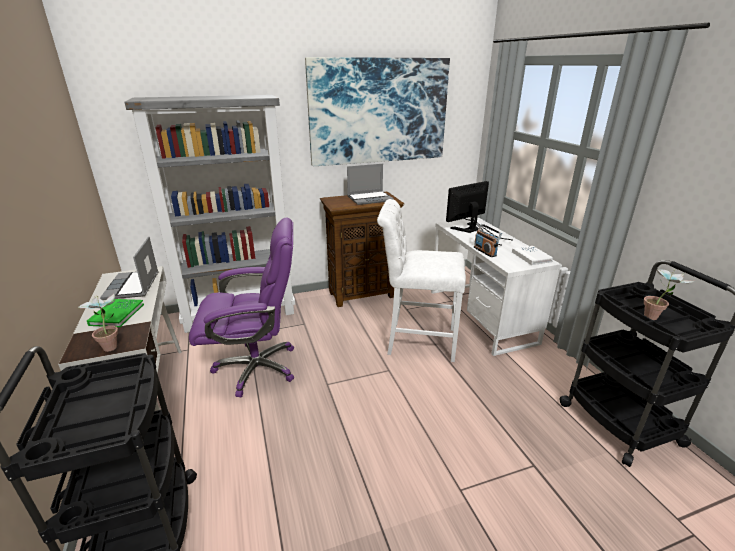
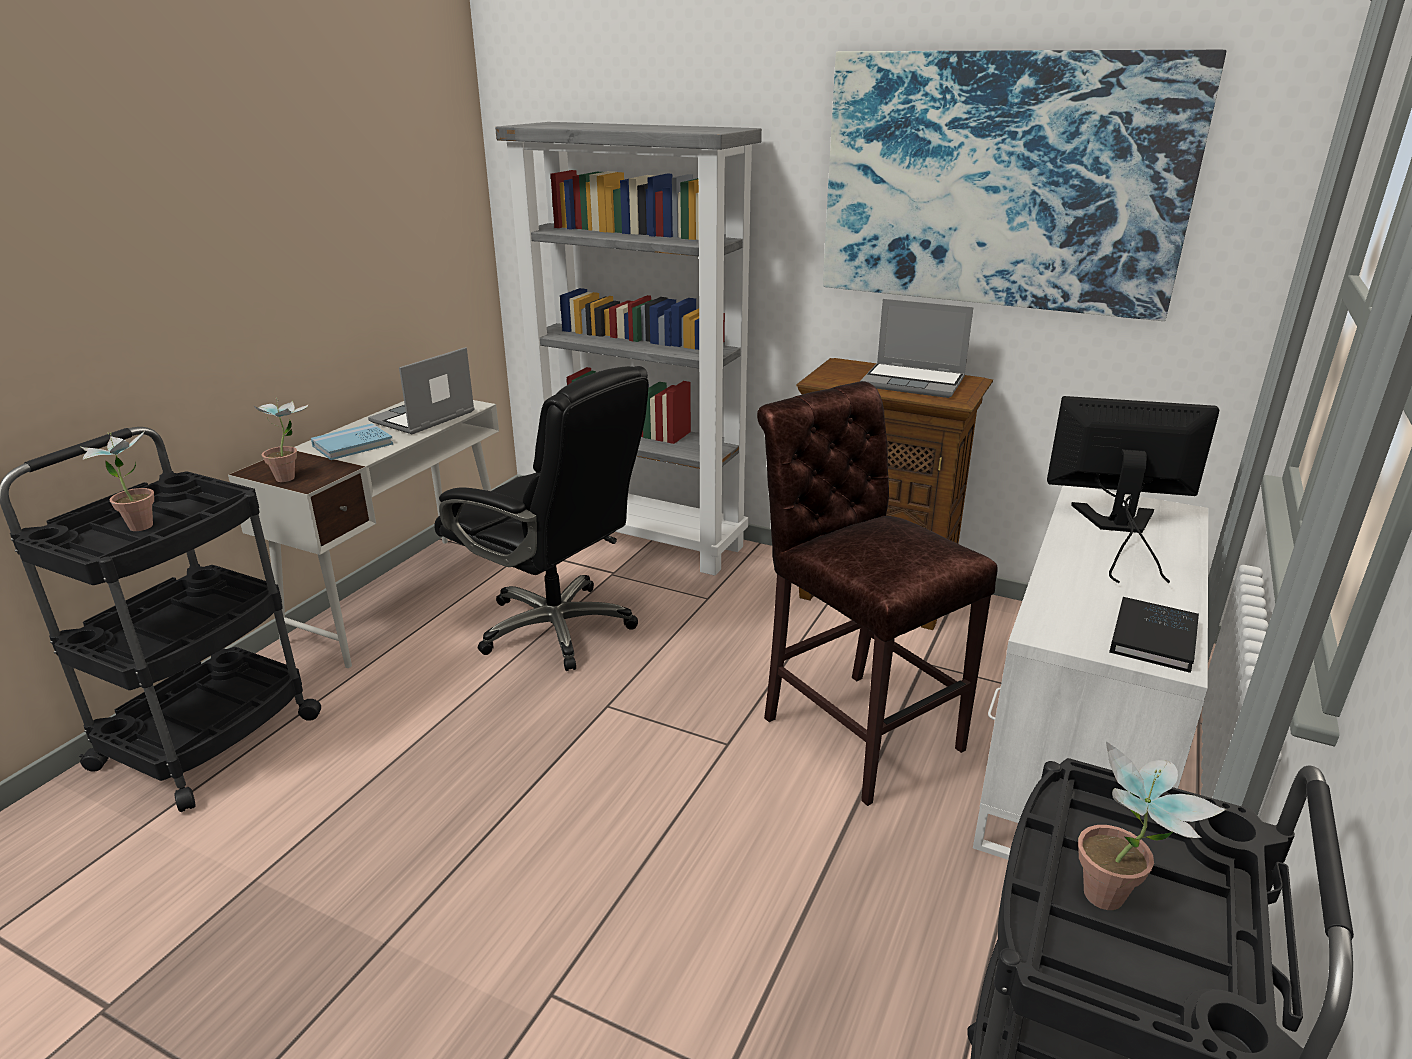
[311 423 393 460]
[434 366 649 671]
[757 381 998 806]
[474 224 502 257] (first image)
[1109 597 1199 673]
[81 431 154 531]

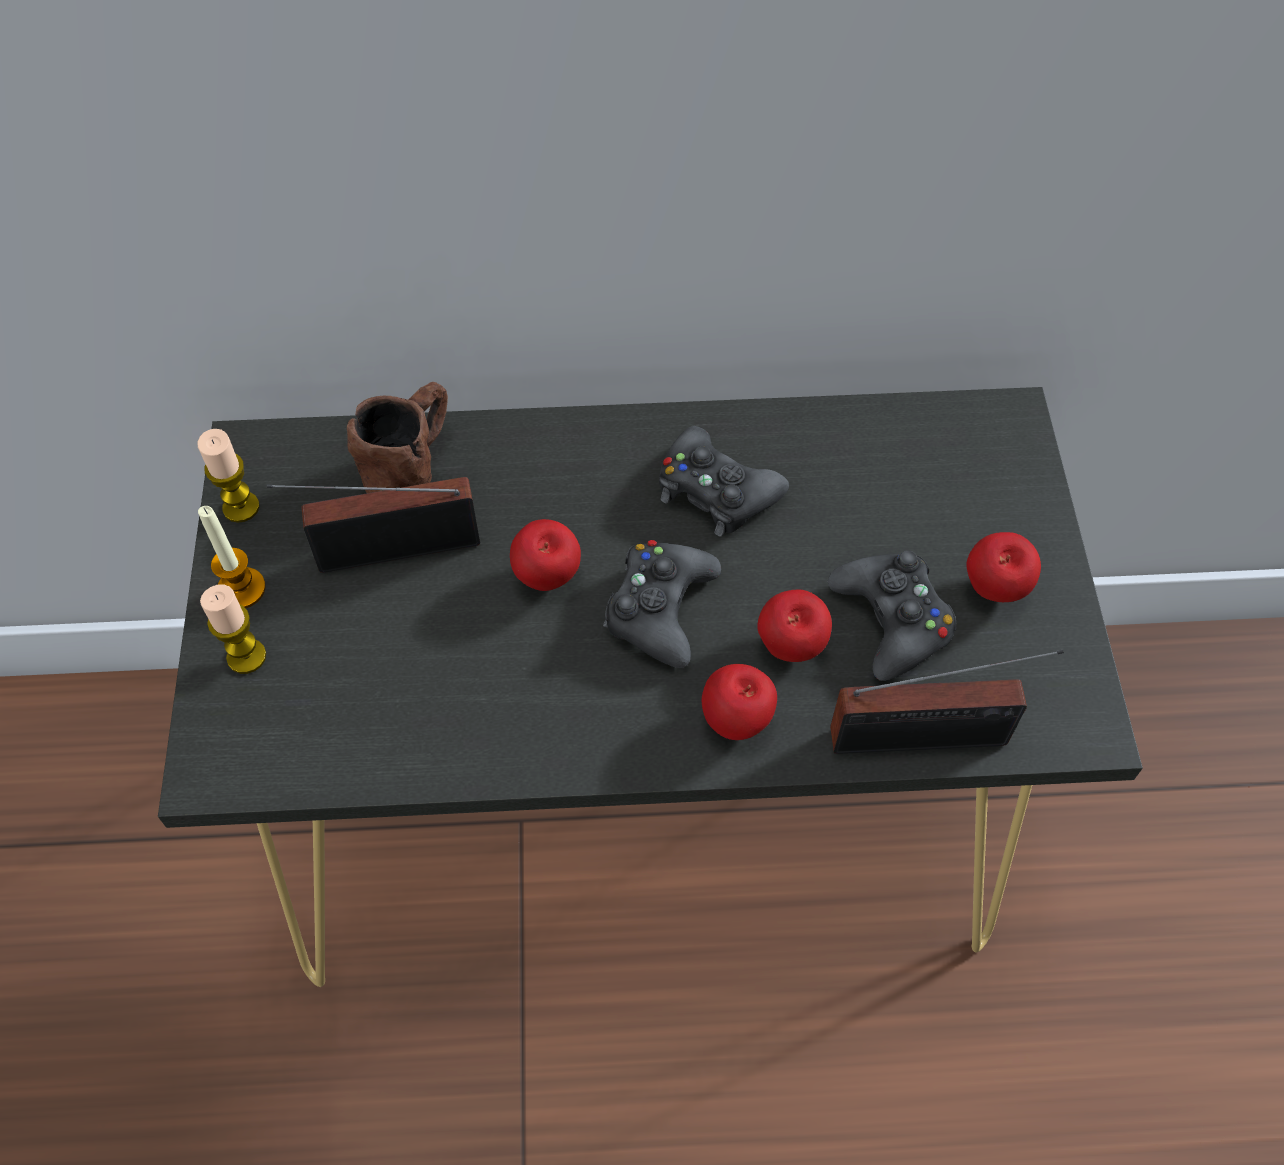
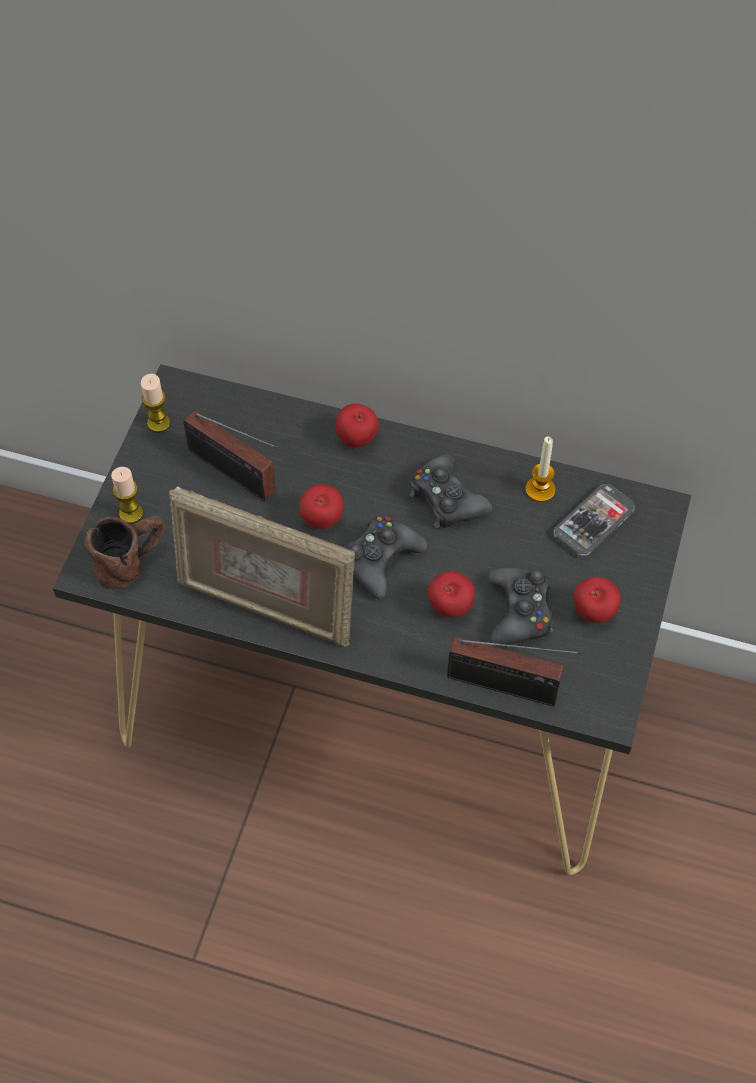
[525 436 556 502]
[183 410 278 501]
[84 516 165 589]
[335 404 379 447]
[169 486 355 647]
[553 484 635 557]

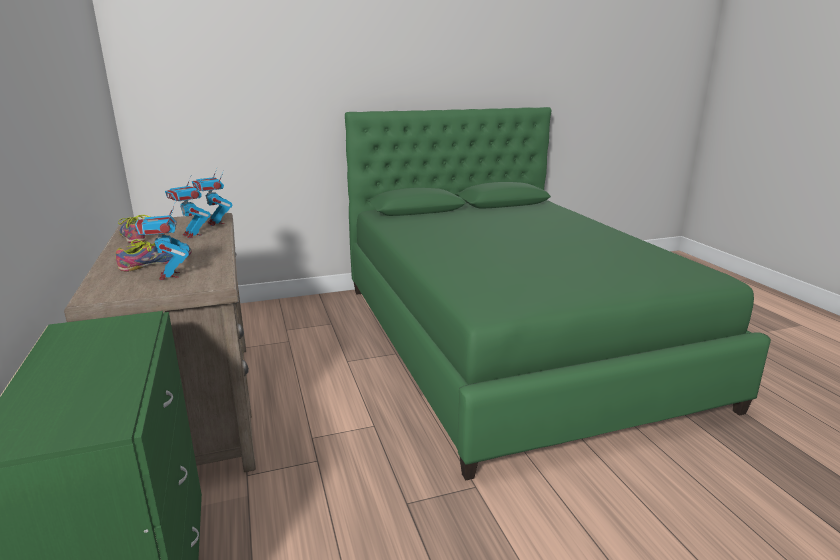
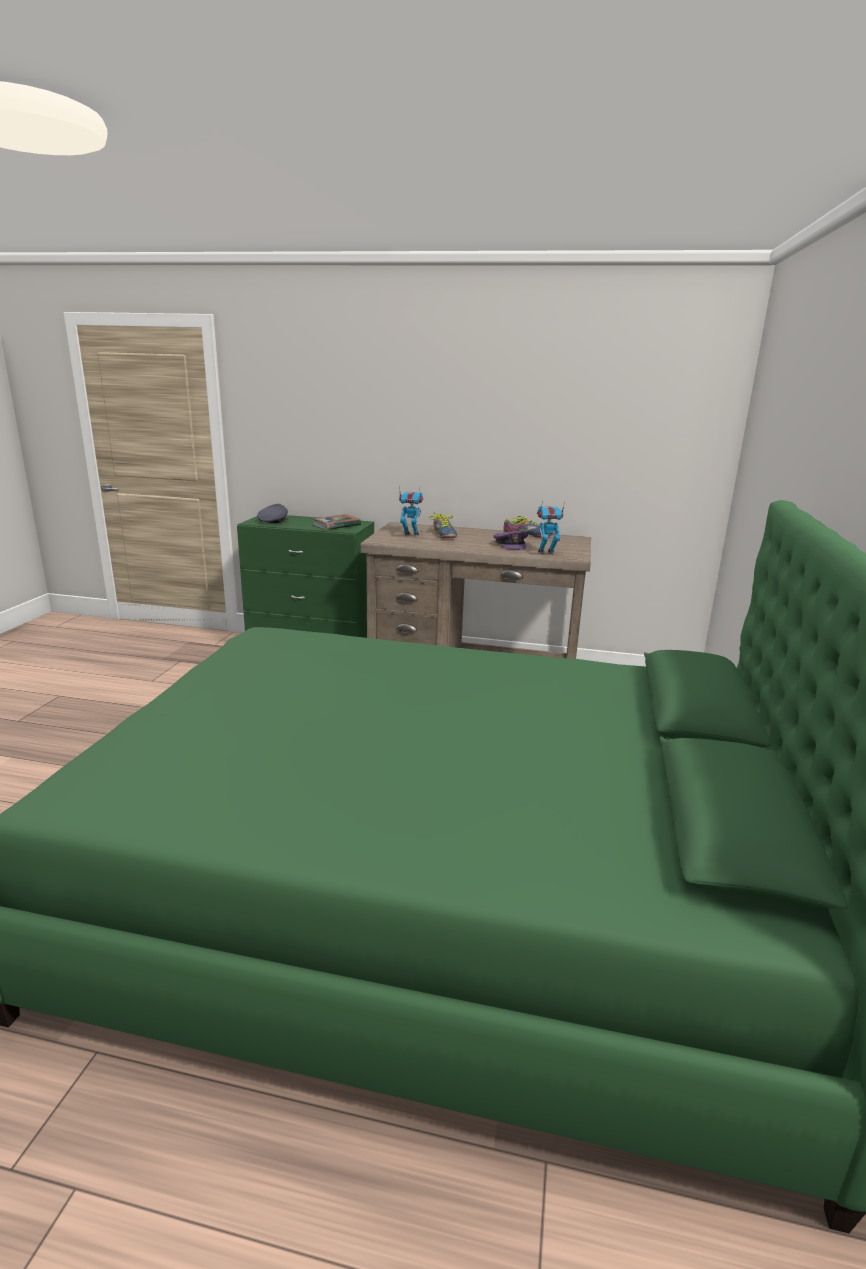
[493 531 528 549]
[257 504 288 523]
[313 514 361 530]

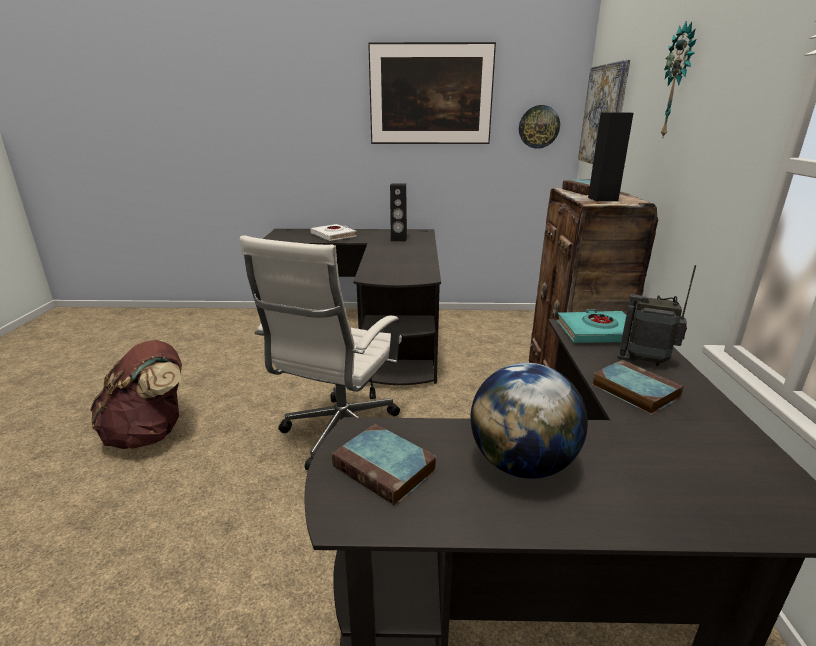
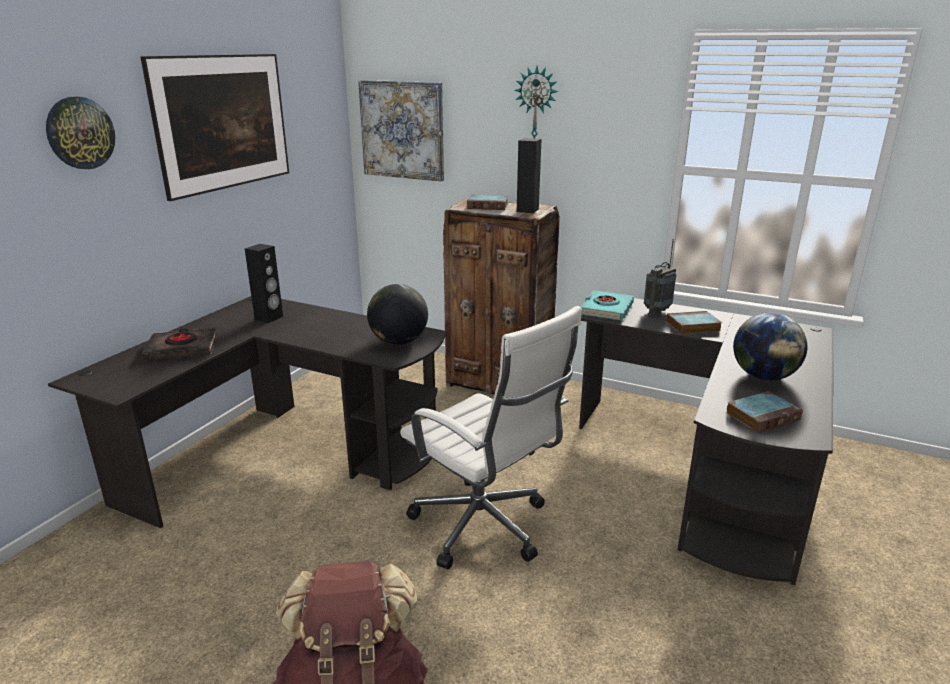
[142 328 217 360]
[46 97 115 169]
[367 284 428 345]

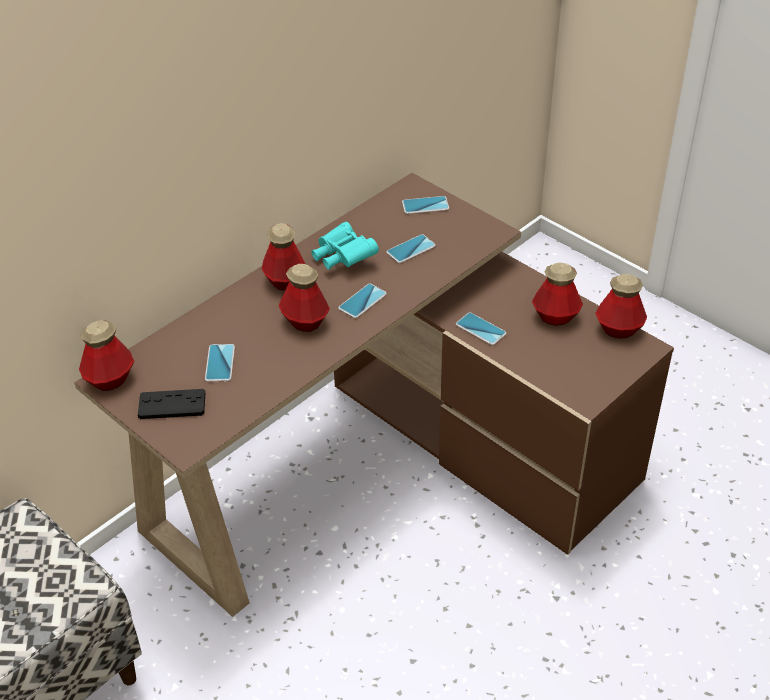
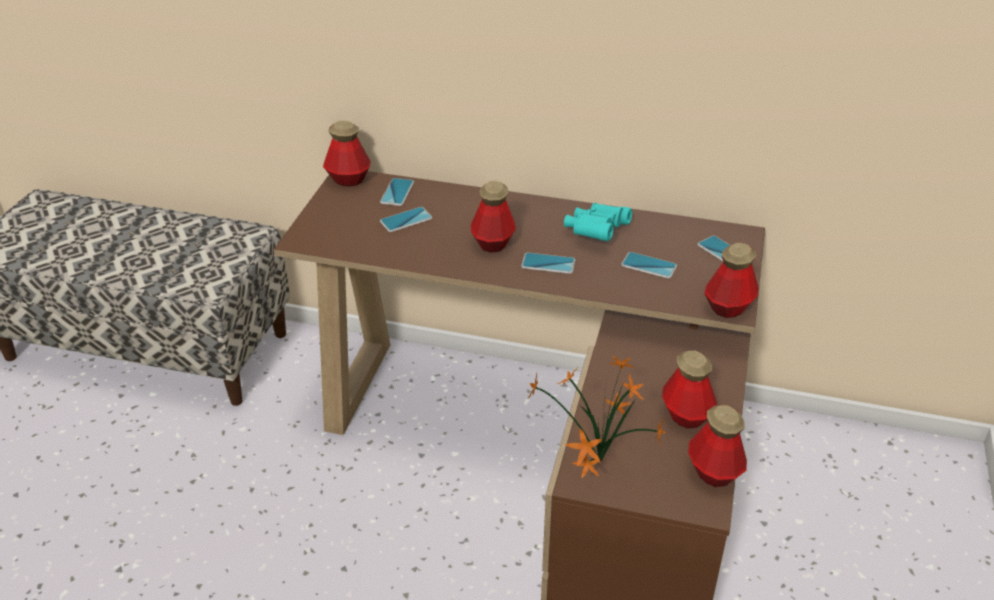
[138 389 205 419] (first image)
[704 243 759 318]
[380 178 414 206]
[527 355 666 479]

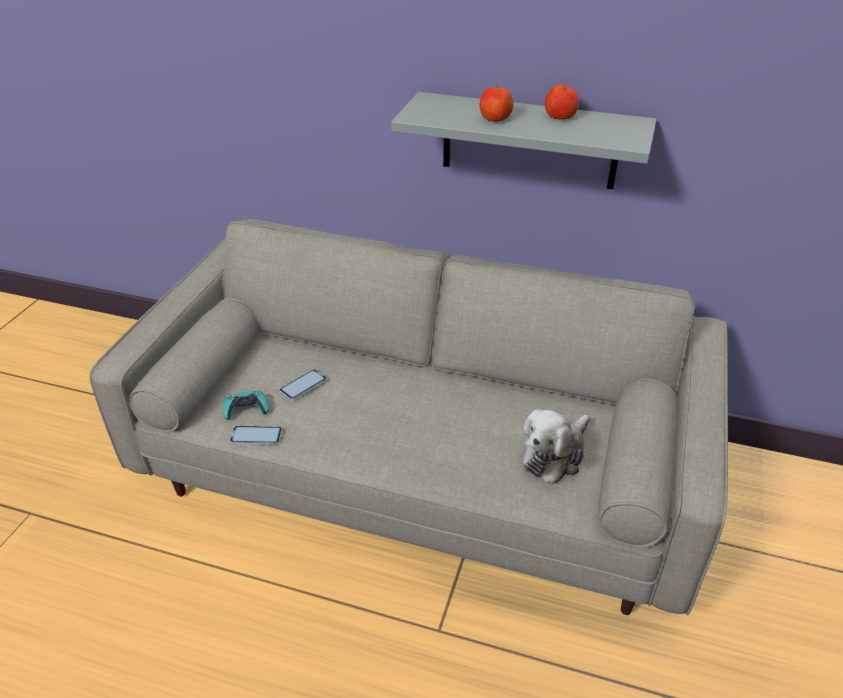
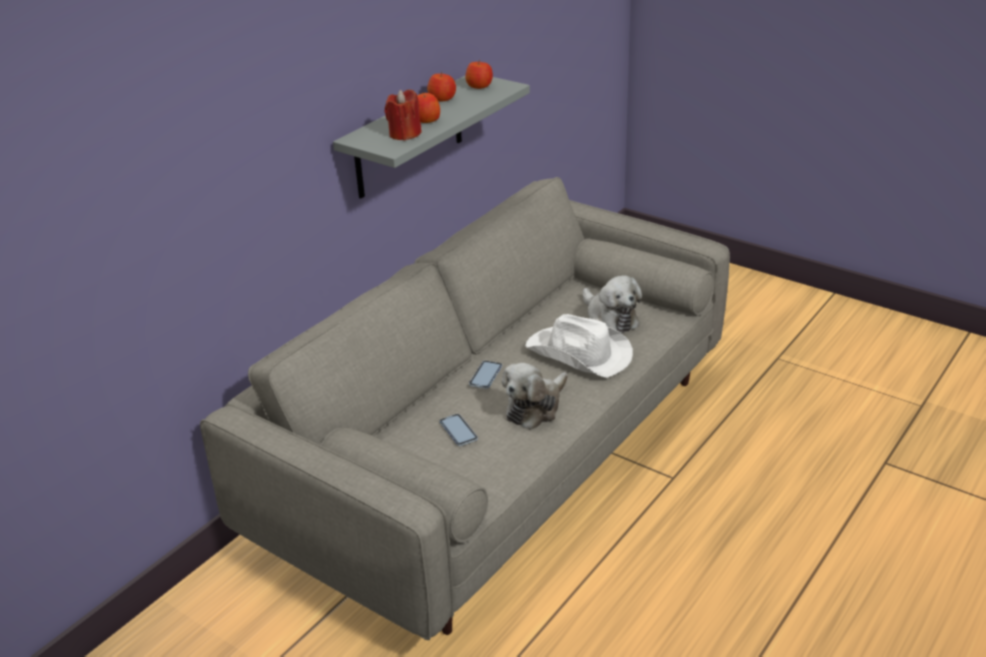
[223 390 269 420] (first image)
[469 360 502 389]
[385 89 422 141]
[465 60 493 89]
[502 363 568 430]
[525 314 633 378]

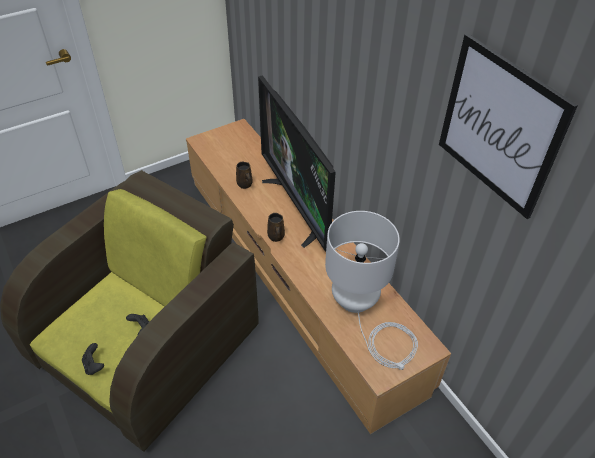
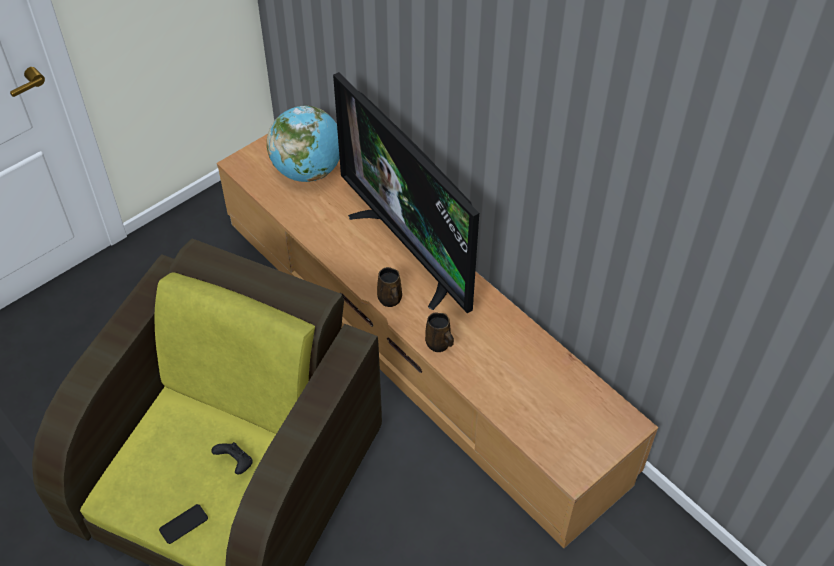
[159 504 208 544]
[425 313 454 352]
[325 211 418 370] (first image)
[439 34 578 219] (first image)
[267 106 340 182]

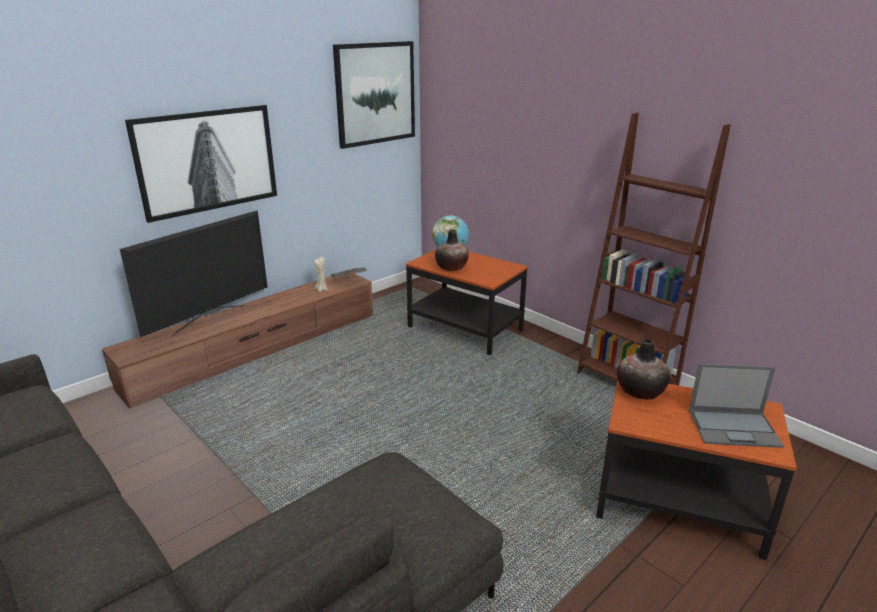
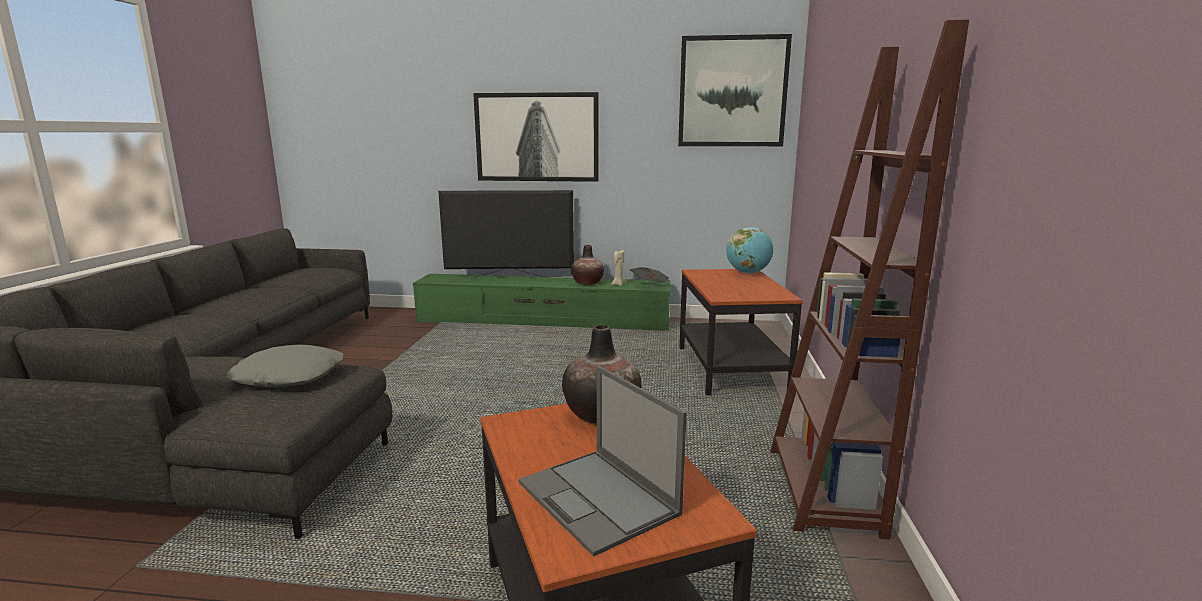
[413 274 671 331]
[571 245 604 285]
[227 345 343 387]

